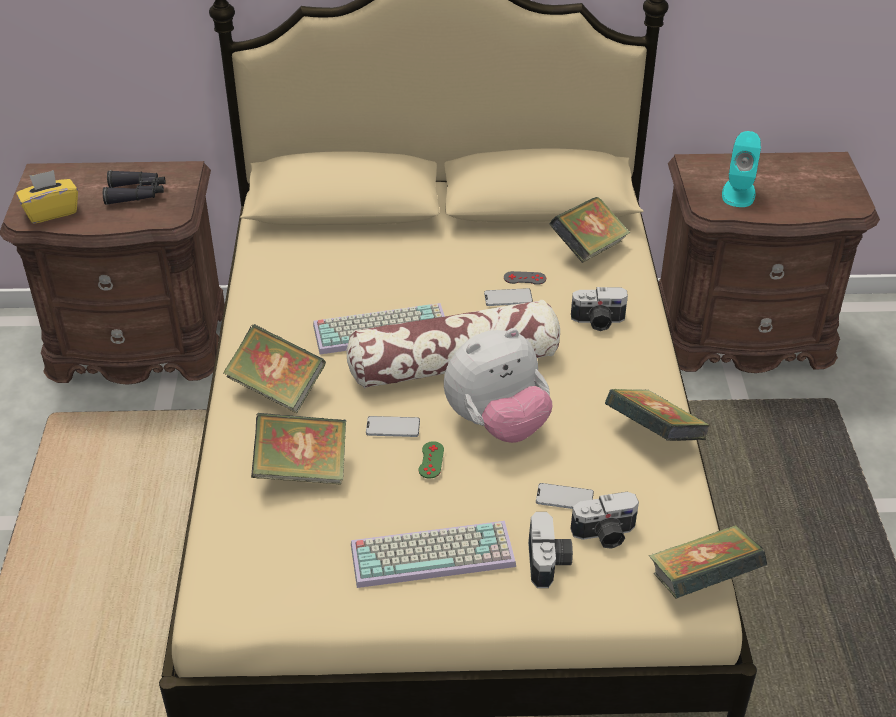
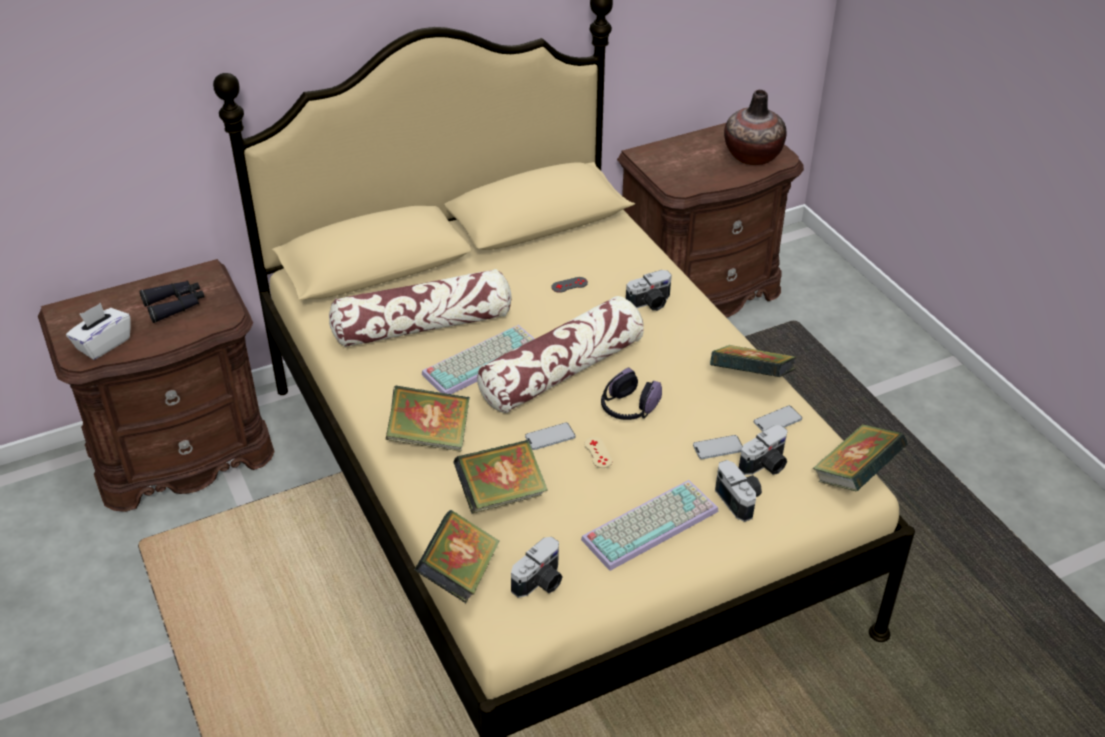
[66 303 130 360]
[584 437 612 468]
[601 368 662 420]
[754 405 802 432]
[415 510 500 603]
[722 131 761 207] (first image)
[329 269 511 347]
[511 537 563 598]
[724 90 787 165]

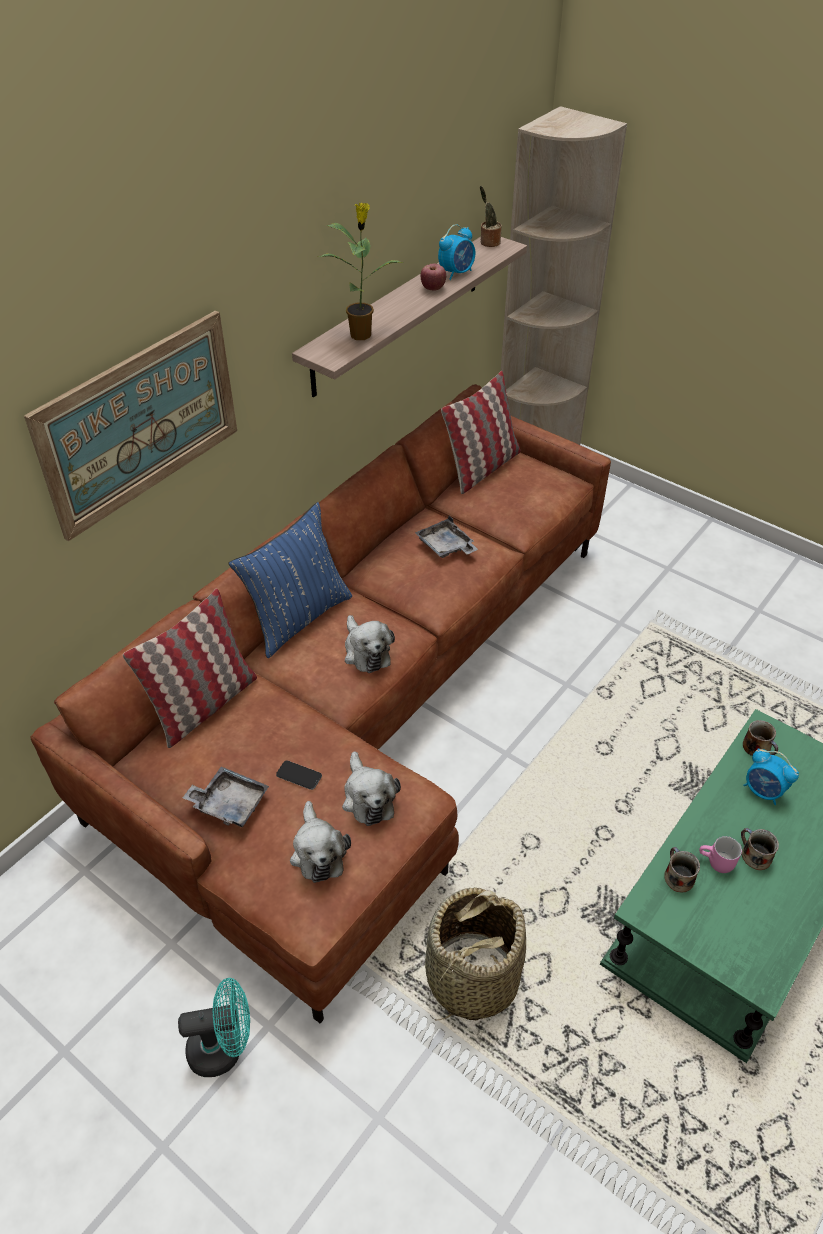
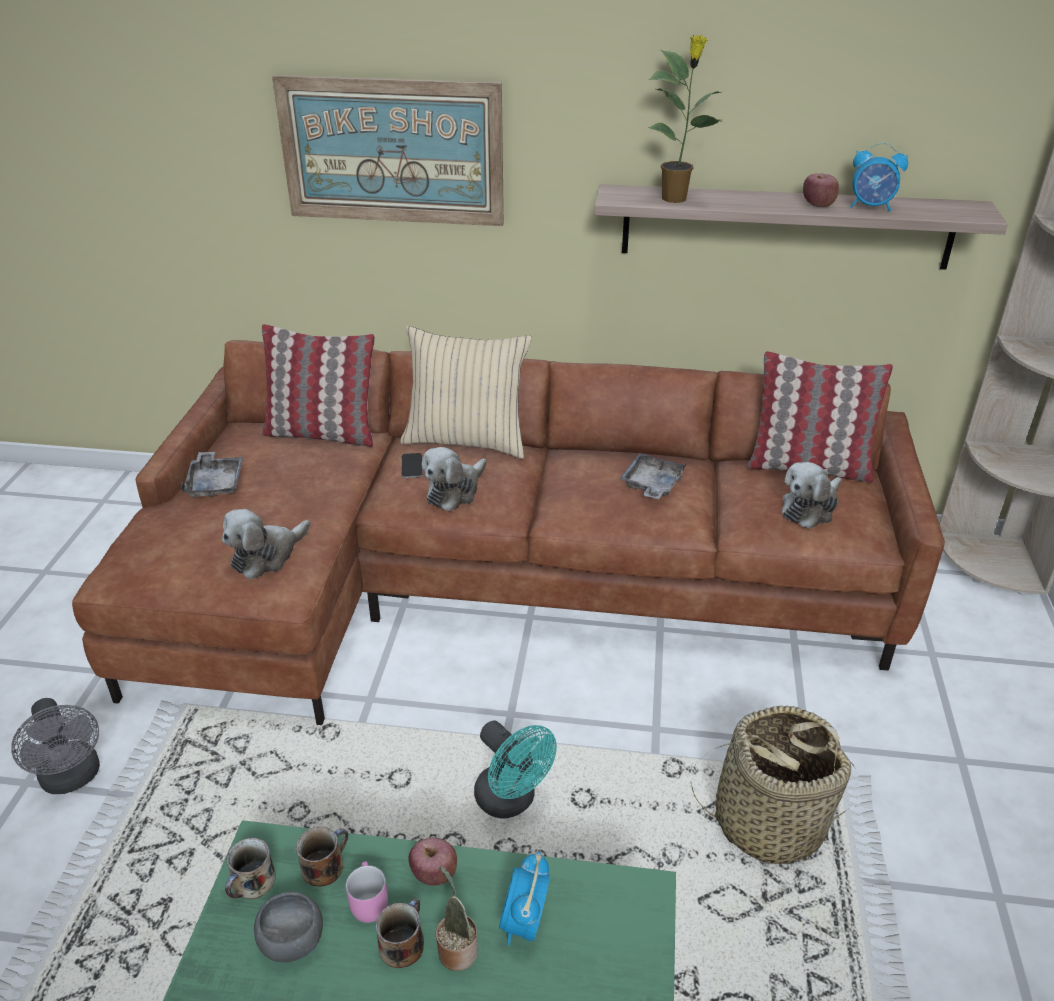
[474 721 557 818]
[401 326 532 459]
[402 453 423 478]
[781 462 842 529]
[691 706 855 864]
[436 866 478 971]
[225 838 276 899]
[11 698 100 794]
[254 891 323 962]
[409 838 457 885]

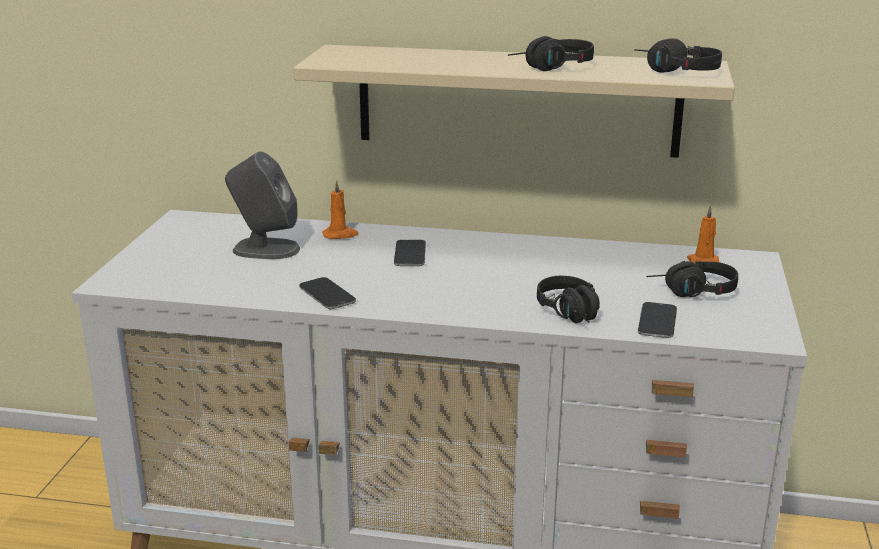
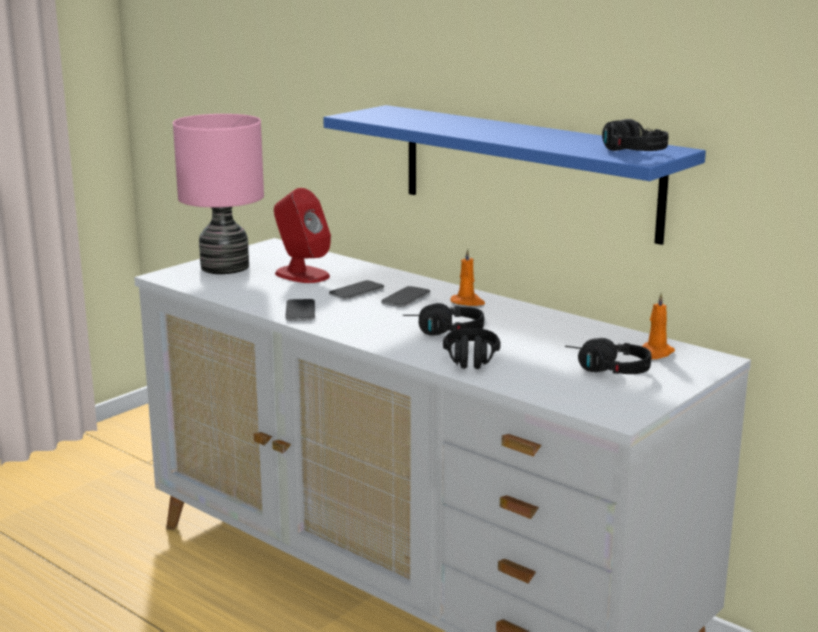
[274 188 331 283]
[323 105 706 245]
[450 248 485 306]
[402 303 484 336]
[329 280 384 300]
[173 114 264 274]

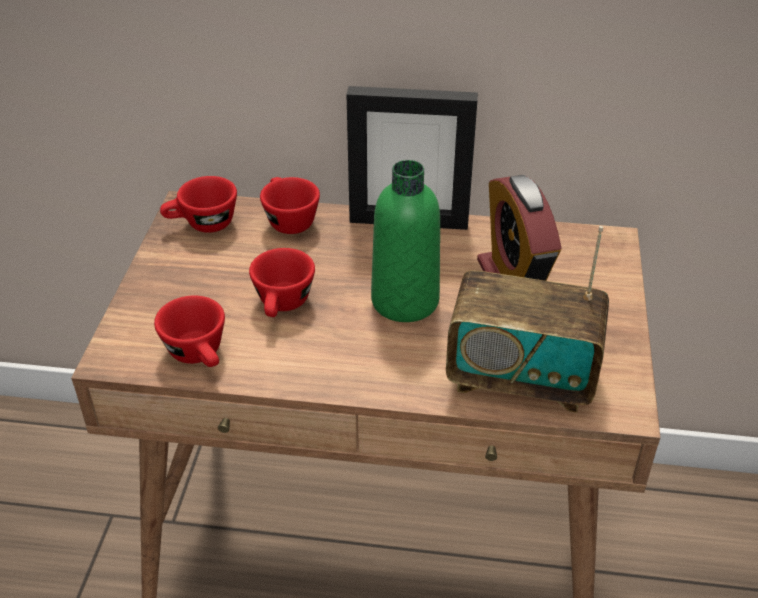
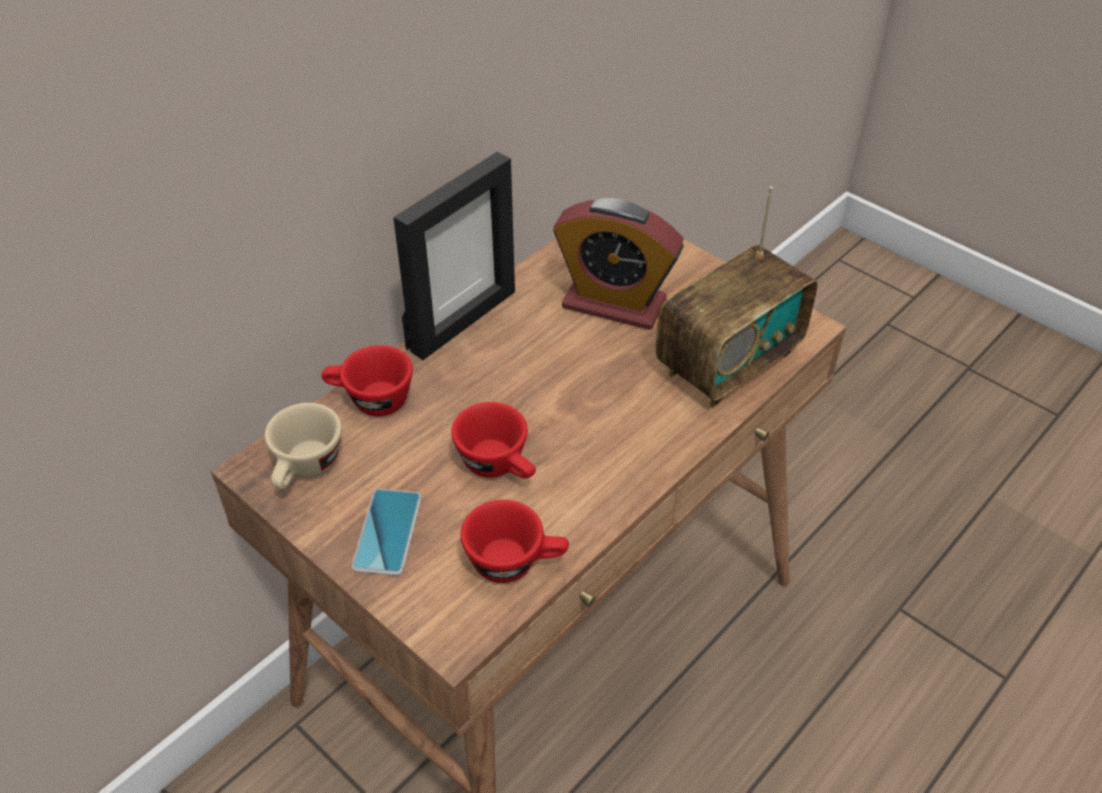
[265 403 342 489]
[371 160 440 322] (first image)
[351 489 422 576]

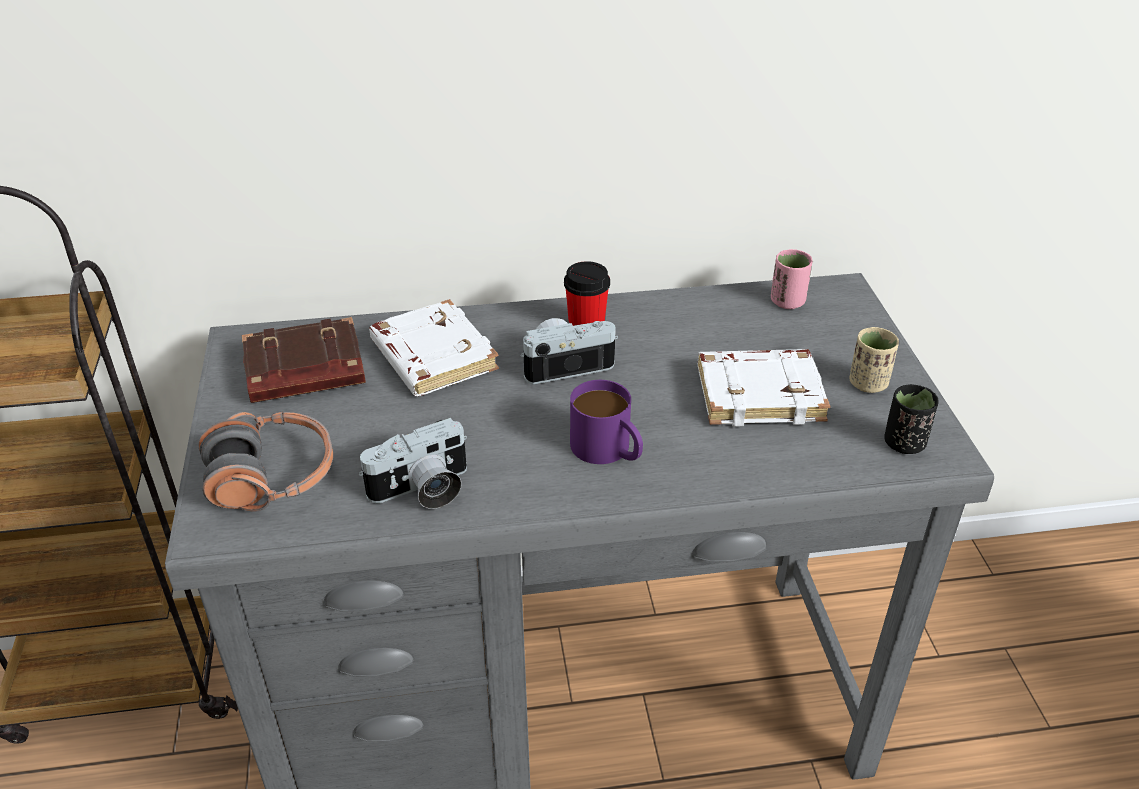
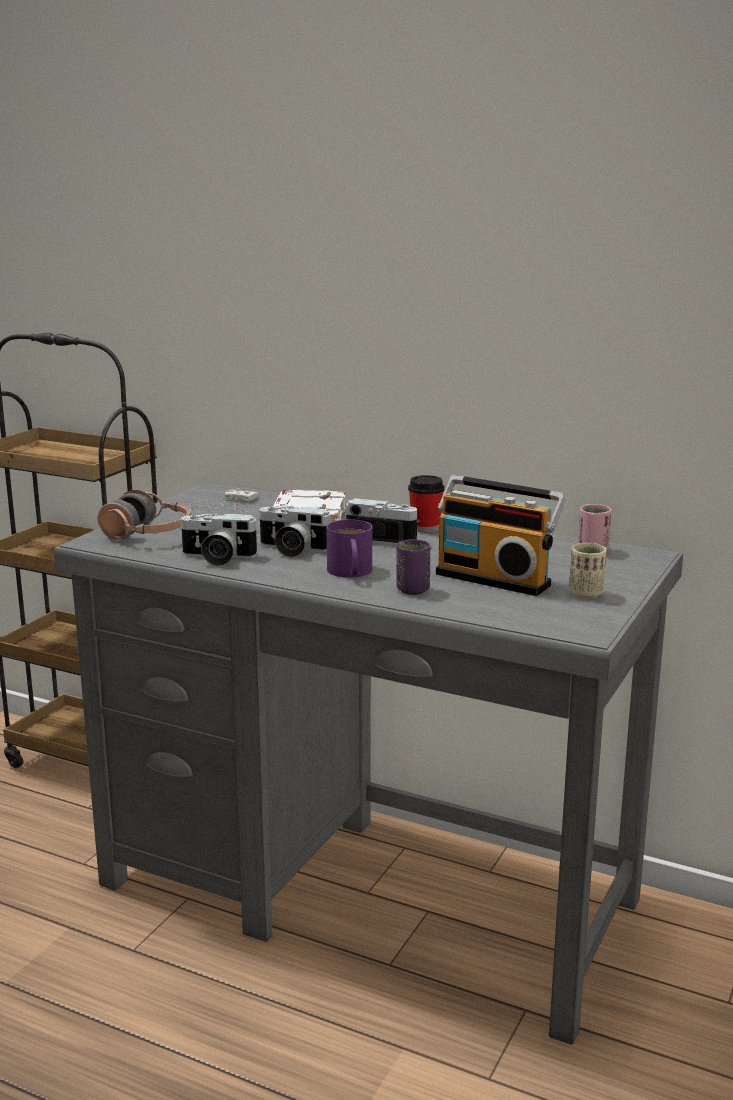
[189 489 258 512]
[436 475 566 596]
[884 384 938 454] (first image)
[258 506 331 557]
[396 539 430 595]

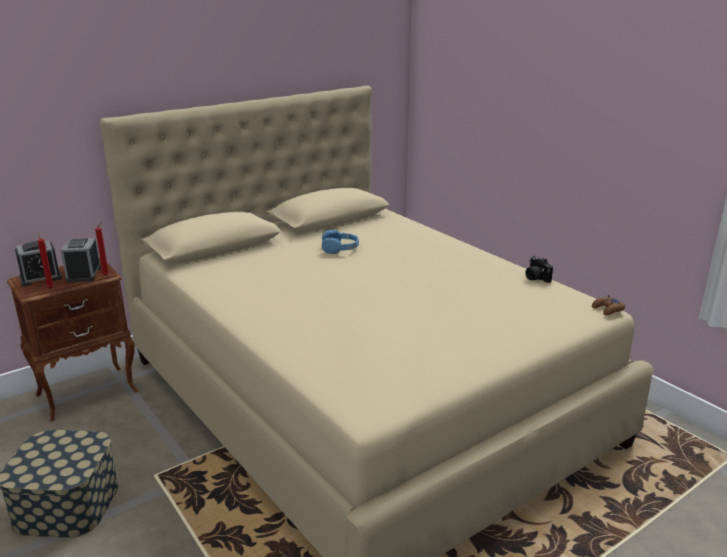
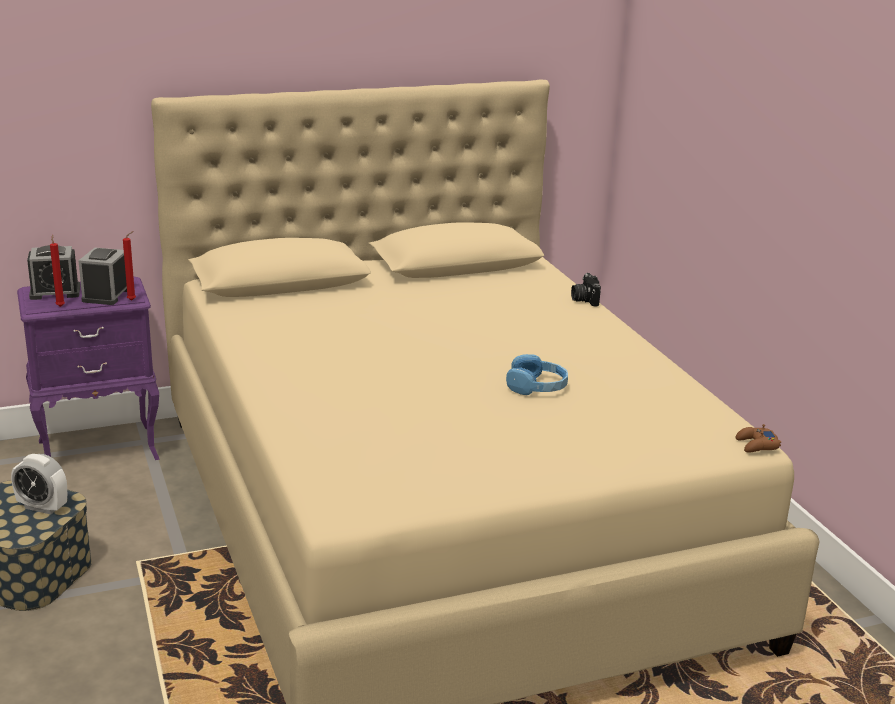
[17 276 160 460]
[506 354 568 395]
[571 273 601 306]
[11 454 67 515]

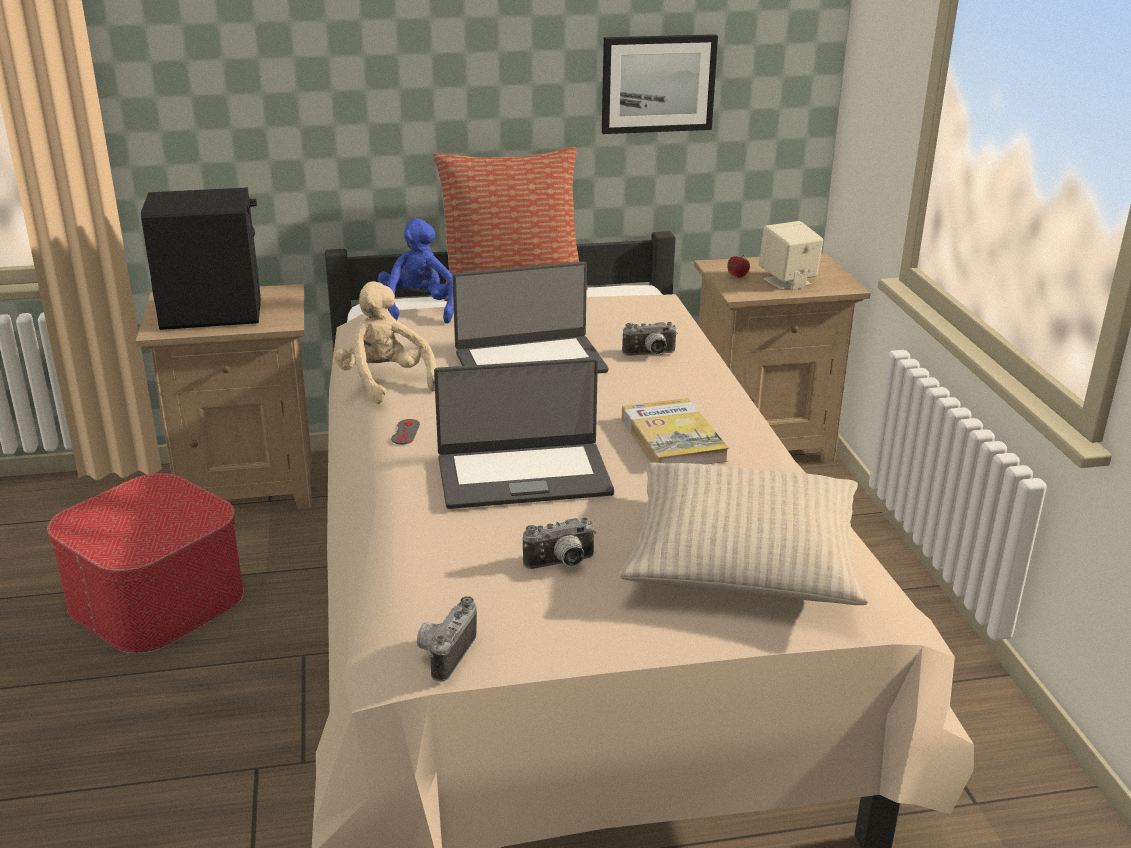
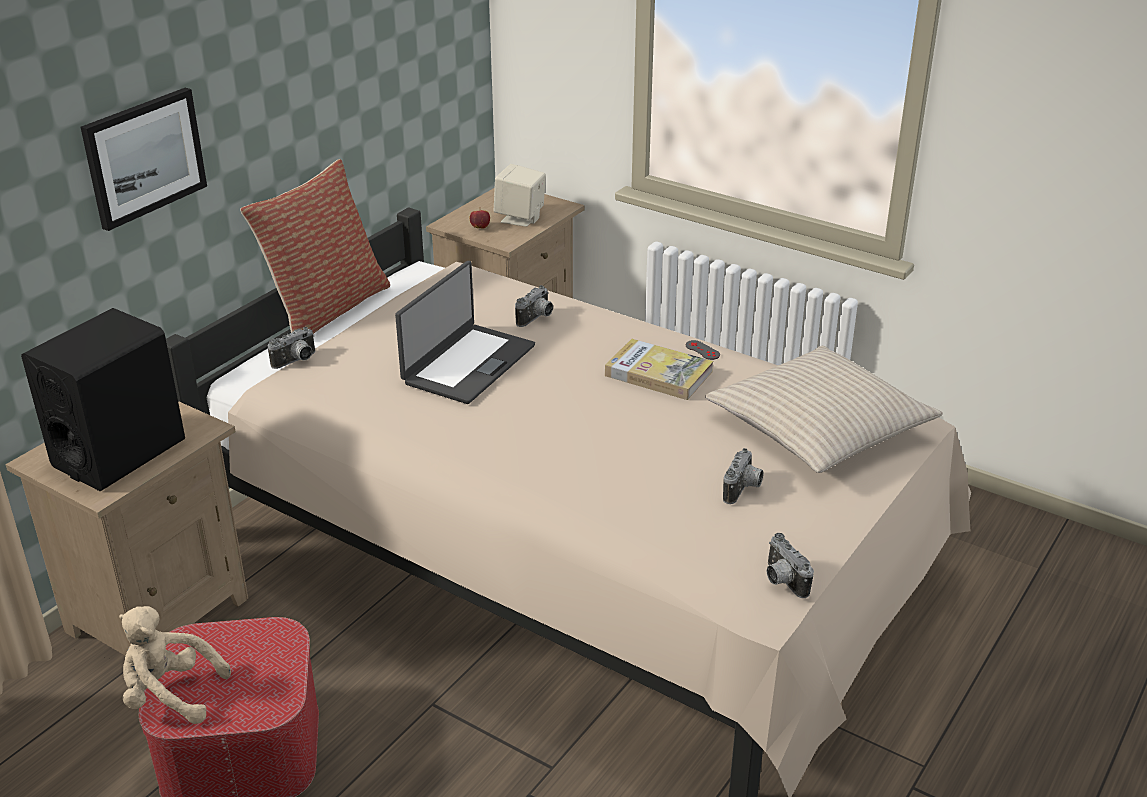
[119 606 231 724]
[268 327 315 369]
[686 340 720 360]
[434 358 614 509] (first image)
[81 88 207 231]

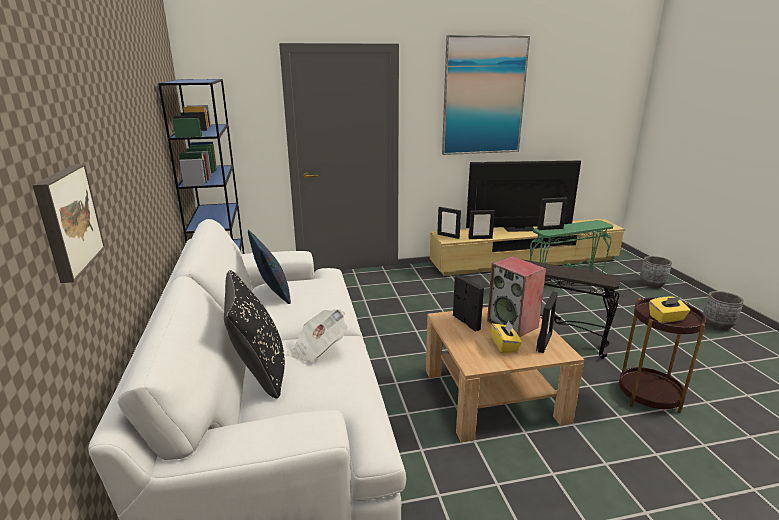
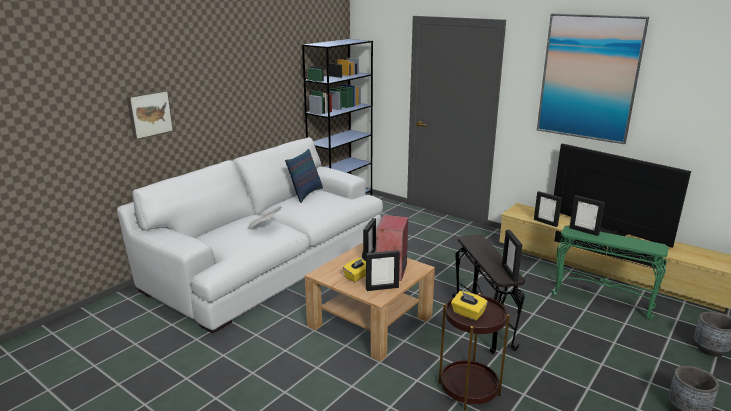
[224 270 285 398] (first image)
[502 230 522 282]

